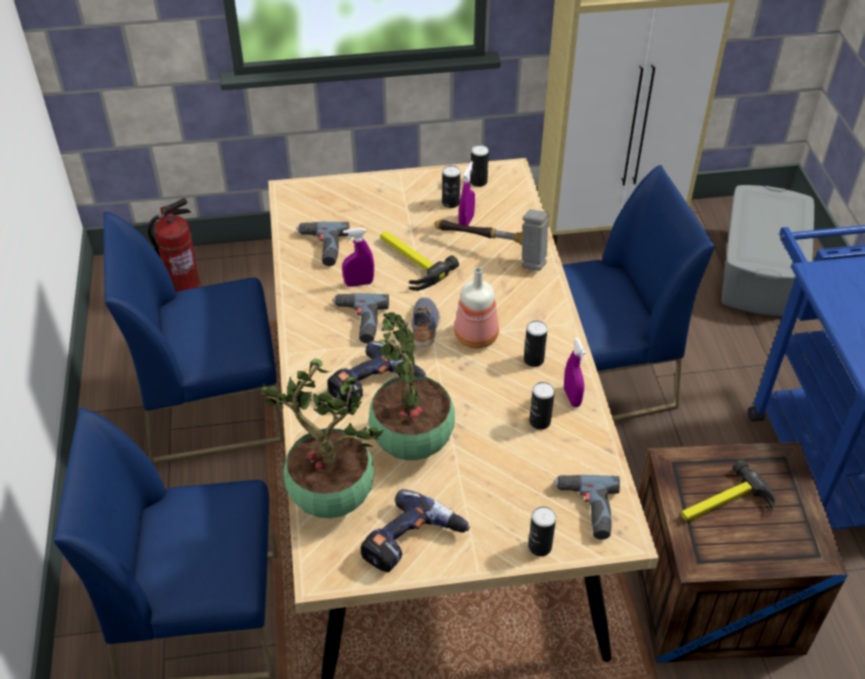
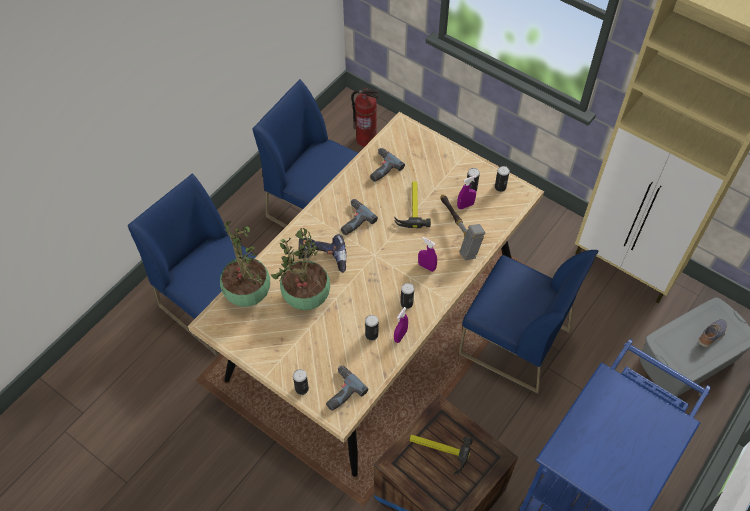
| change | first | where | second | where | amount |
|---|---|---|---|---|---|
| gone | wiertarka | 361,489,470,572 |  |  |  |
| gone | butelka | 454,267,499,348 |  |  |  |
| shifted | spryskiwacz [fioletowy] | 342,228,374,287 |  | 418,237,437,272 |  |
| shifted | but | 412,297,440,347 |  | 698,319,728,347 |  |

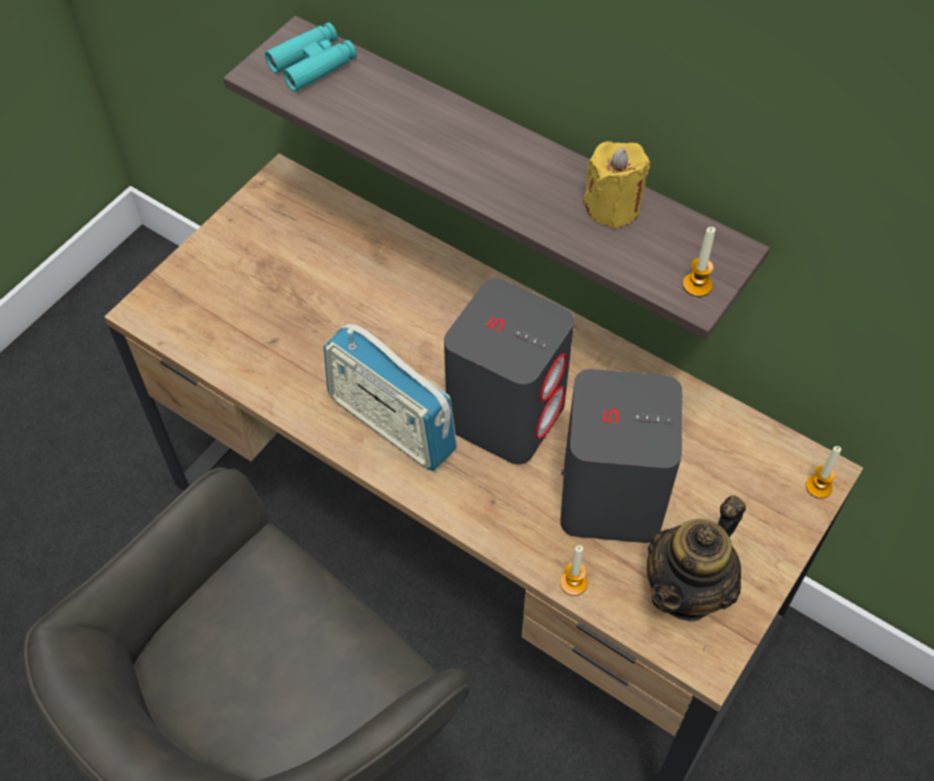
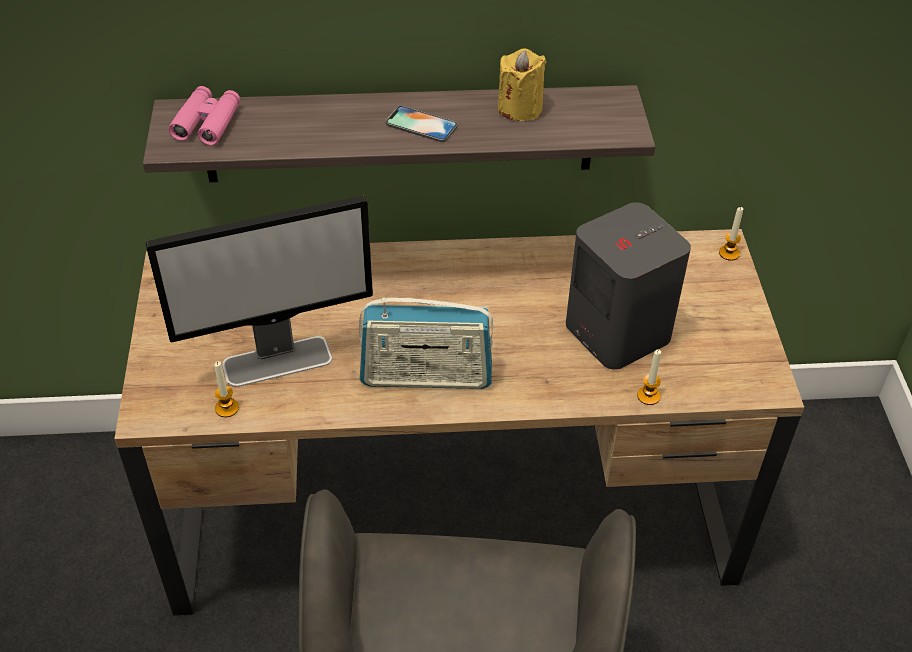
| change | first | where | second | where | amount |
|---|---|---|---|---|---|
| gone | głośnik [szary] | 444,278,574,465 |  |  |  |
| gone | imbryk | 647,495,746,622 |  |  |  |
| new |  |  | monitor | 145,196,373,387 |  |
| new |  |  | telefon | 386,106,458,142 |  |
| shifted | świeca | 683,227,716,297 |  | 214,361,239,417 |  |
| repainted | lornetka [turkusowy] | 265,22,357,91 | lornetka [różowy] | 169,86,240,146 |  |

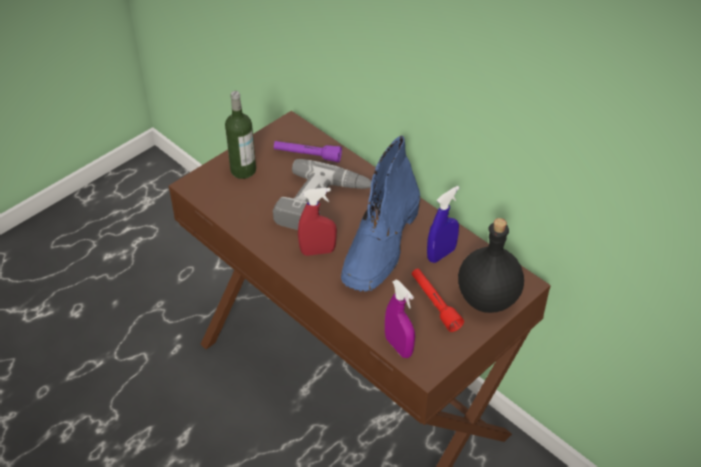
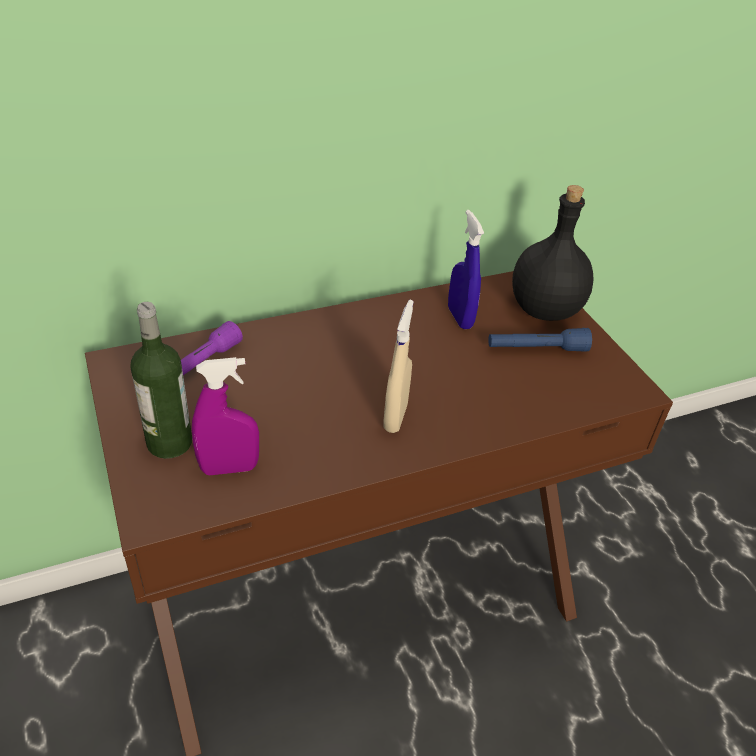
| change | first | where | second | where | amount |
|---|---|---|---|---|---|
| gone | wiertarka | 273,159,371,230 |  |  |  |
| gone | but z cholewką [niebieski] | 341,136,420,292 |  |  |  |
| shifted | spryskiwacz [fioletowy] | 385,279,415,358 |  | 192,357,259,475 |  |
| repainted | spryskiwacz [czerwony] | 298,187,337,256 | spryskiwacz [beżowy] | 383,300,414,433 |  |
| repainted | latarka [czerwony] | 412,269,464,332 | latarka [niebieski] | 488,328,592,352 |  |

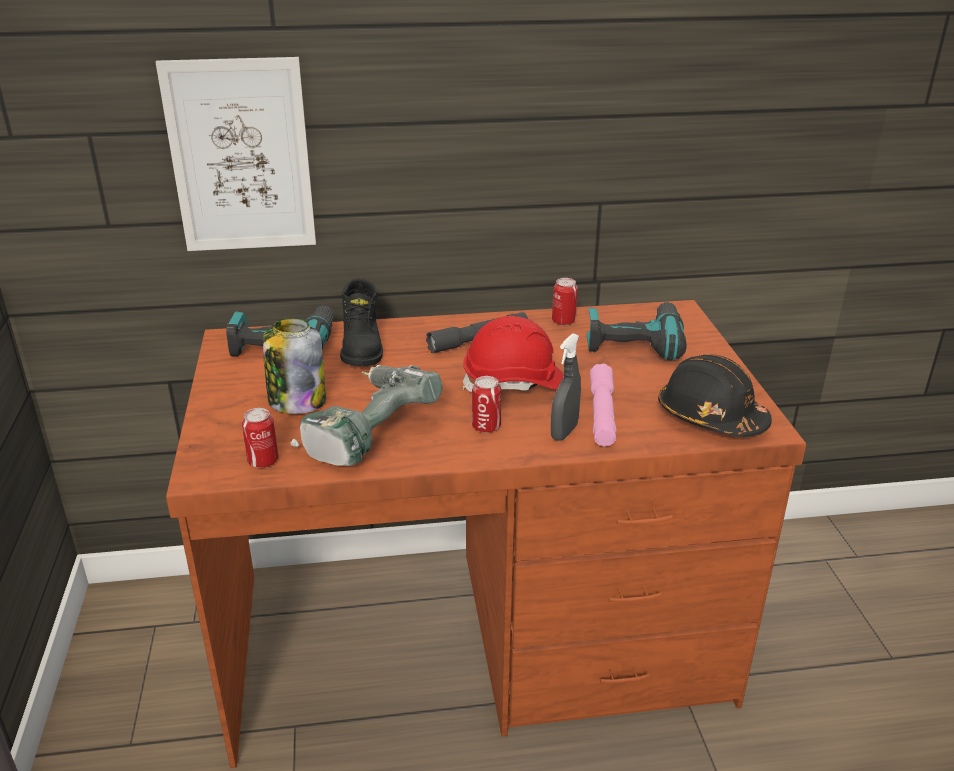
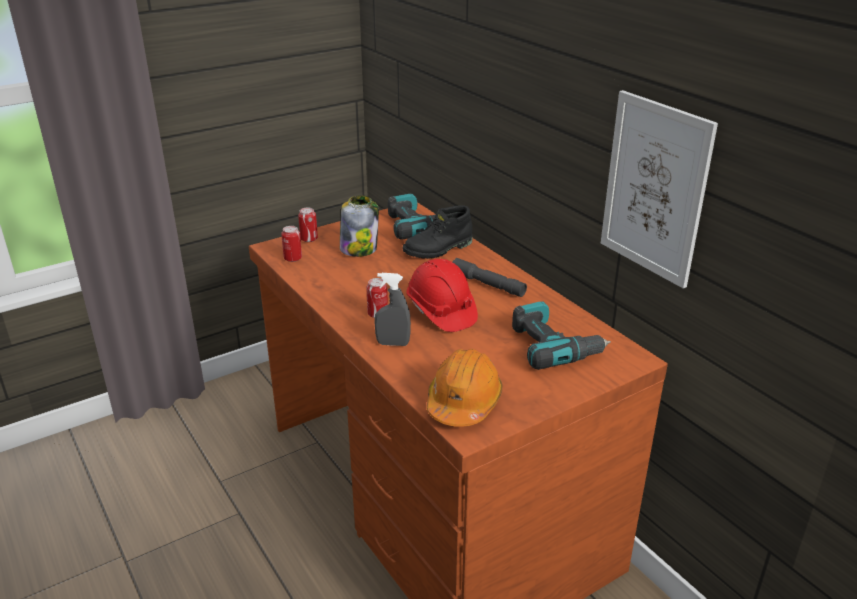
| change | first | where | second | where | amount |
|---|---|---|---|---|---|
| gone | wiertarka | 290,365,443,466 |  |  |  |
| gone | latarka [różowy] | 590,363,616,447 |  |  |  |
| shifted | obraz | 156,57,316,251 |  | 601,90,718,289 |  |
| shifted | puszka | 552,278,578,325 |  | 298,207,318,242 |  |
| repainted | kask [czarny] | 658,354,772,437 | kask [pomarańczowy] | 427,349,503,427 |  |

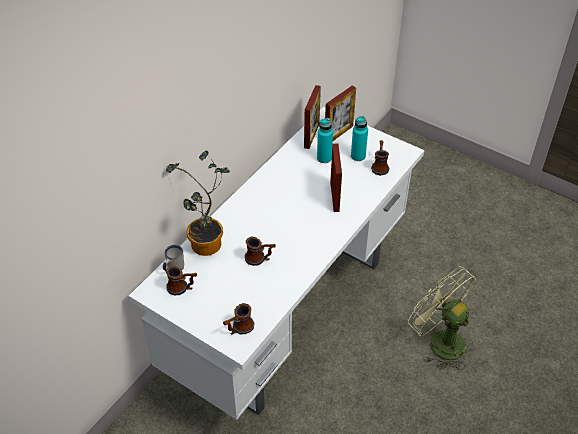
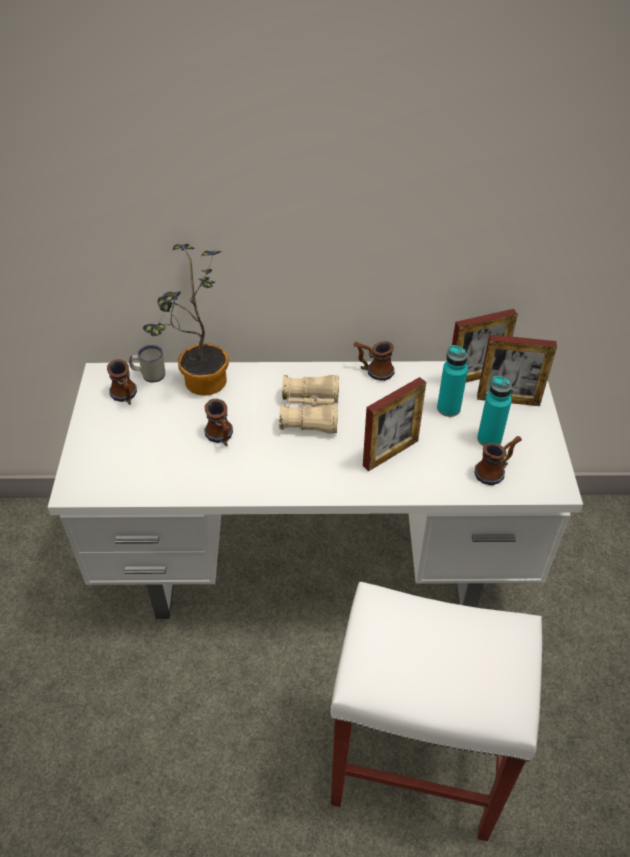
| change | first | where | second | where | amount |
|---|---|---|---|---|---|
| new |  |  | lornetka [beżowy] | 279,375,339,433 |  |
| shifted | kubek | 223,303,254,335 |  | 353,341,394,381 |  |
| swapped | wentylator [zielony] | 408,266,477,370 | stołek [biały] | 331,582,542,841 |  |

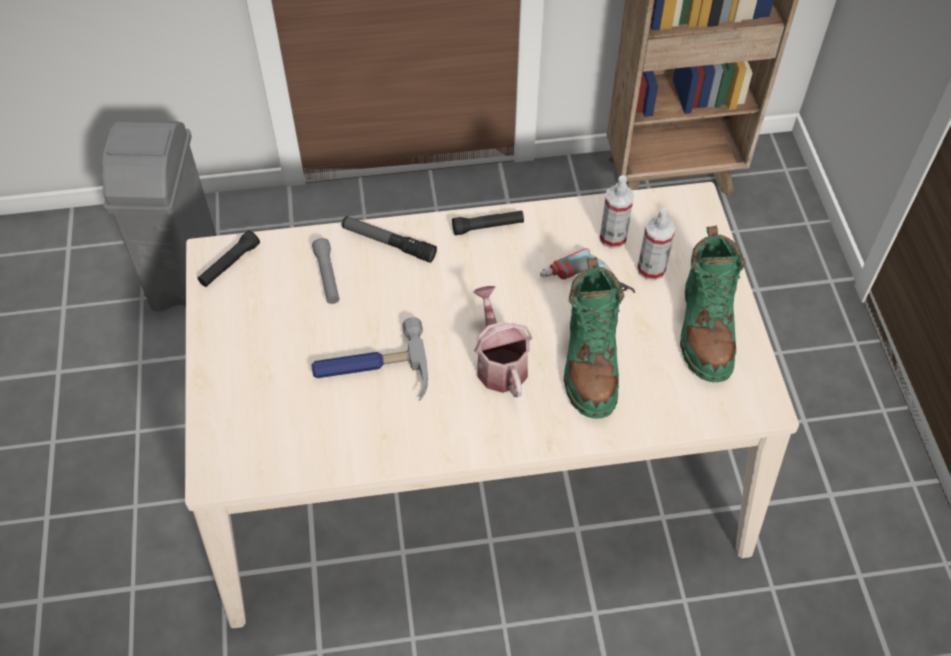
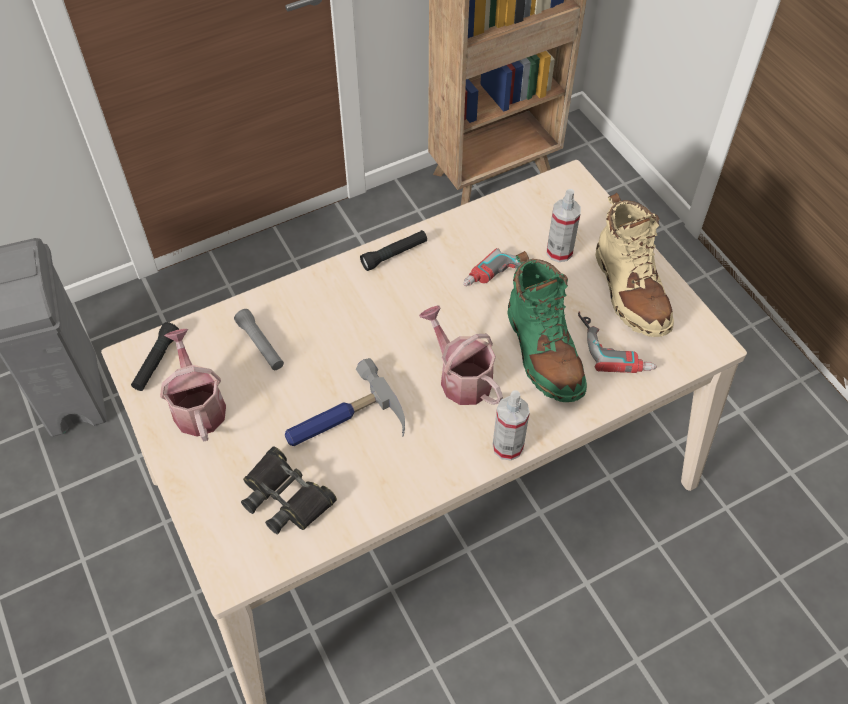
| change | first | where | second | where | amount |
|---|---|---|---|---|---|
| gone | latarka | 342,216,437,263 |  |  |  |
| new |  |  | konewka | 160,329,226,442 |  |
| new |  |  | lornetka [czarny] | 241,446,337,535 |  |
| new |  |  | wiertarka | 578,312,657,373 |  |
| shifted | spryskiwacz | 600,175,634,249 |  | 493,390,530,461 |  |
| repainted | but z cholewką [zielony] | 680,225,746,382 | but z cholewką [beżowy] | 595,193,674,337 |  |

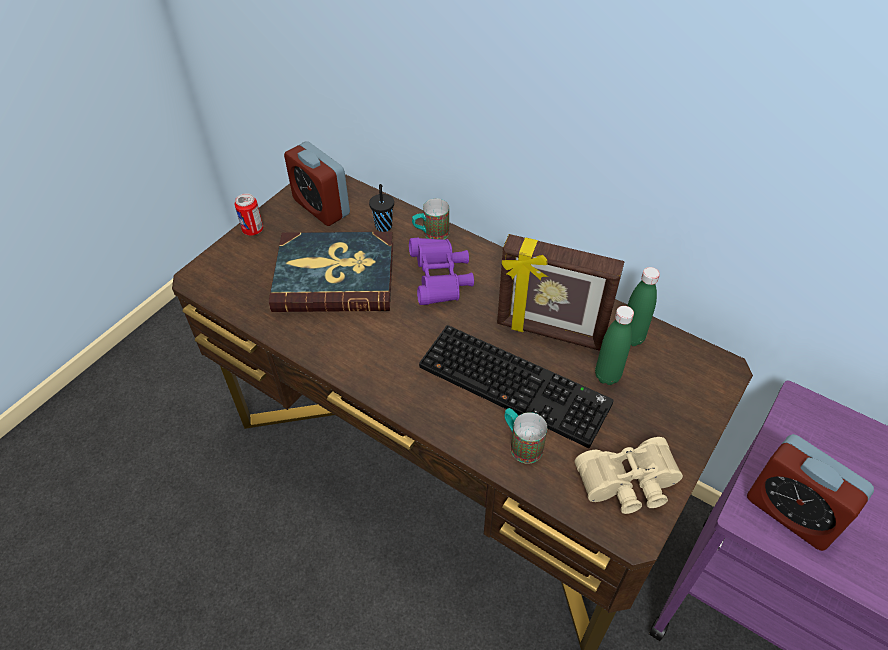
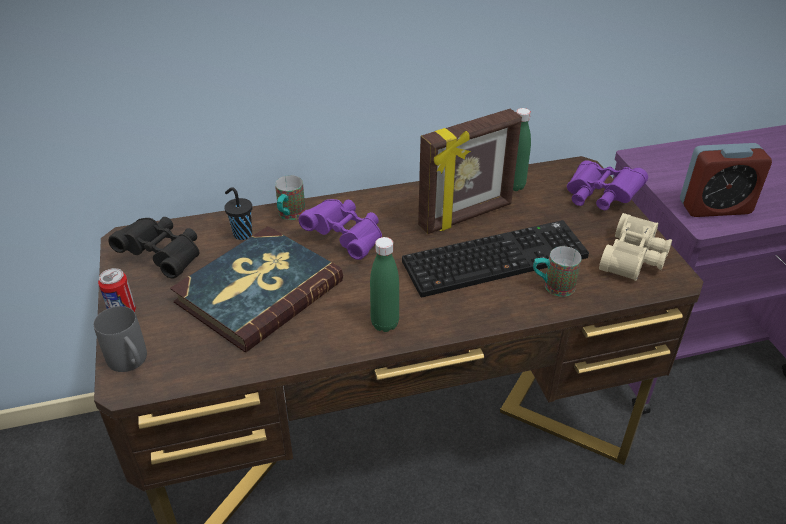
| change | first | where | second | where | amount |
|---|---|---|---|---|---|
| new |  |  | kubek [szary] | 94,306,147,372 |  |
| new |  |  | lornetka [fioletowy] | 567,160,648,210 |  |
| shifted | butelka [zielony] | 595,306,634,385 |  | 370,237,399,332 |  |
| swapped | budzik | 284,141,350,226 | lornetka [czarny] | 108,217,200,278 |  |

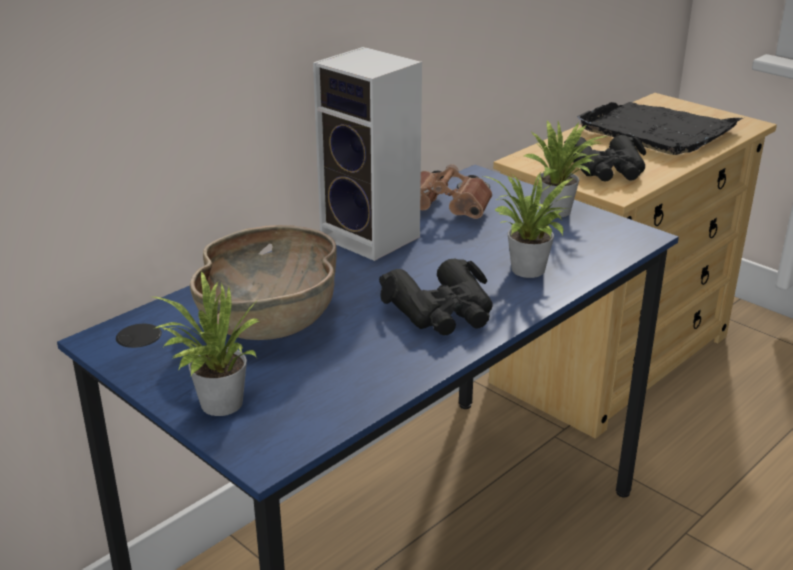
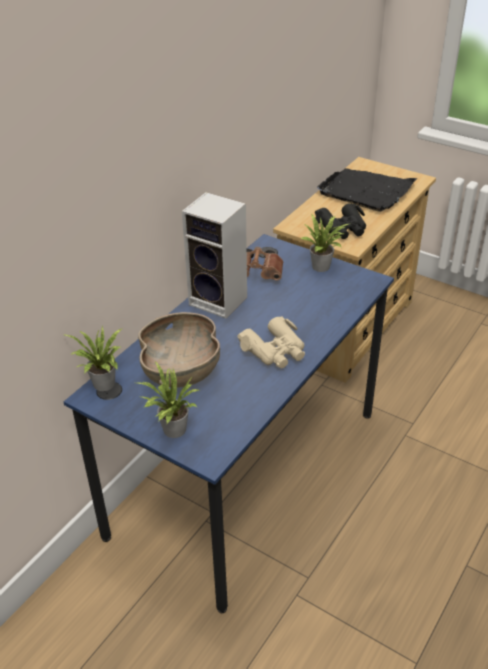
| change | first | where | second | where | amount |
|---|---|---|---|---|---|
| shifted | roślina doniczkowa | 483,171,573,278 |  | 65,326,123,391 |  |
| repainted | lornetka [czarny] | 379,259,493,336 | lornetka [beżowy] | 237,316,305,368 |  |

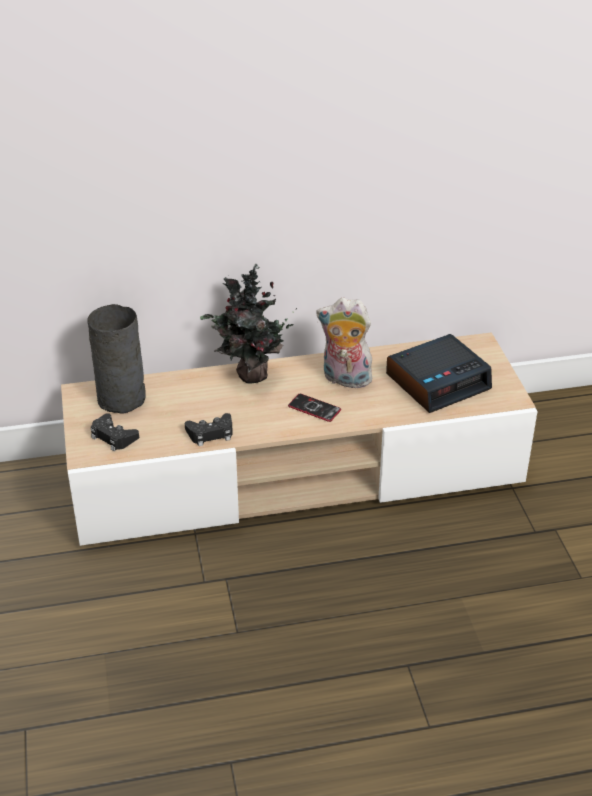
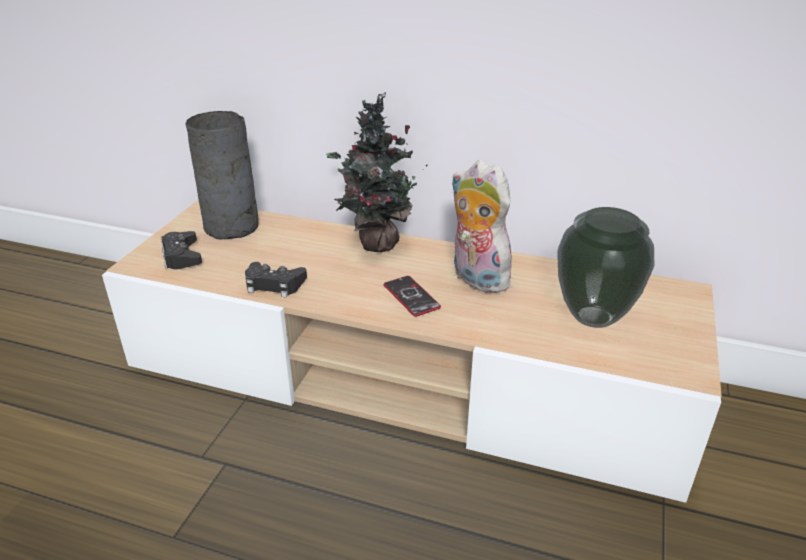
| change | first | where | second | where | amount |
|---|---|---|---|---|---|
| swapped | budzik | 386,334,492,413 | wazon | 557,207,654,328 |  |

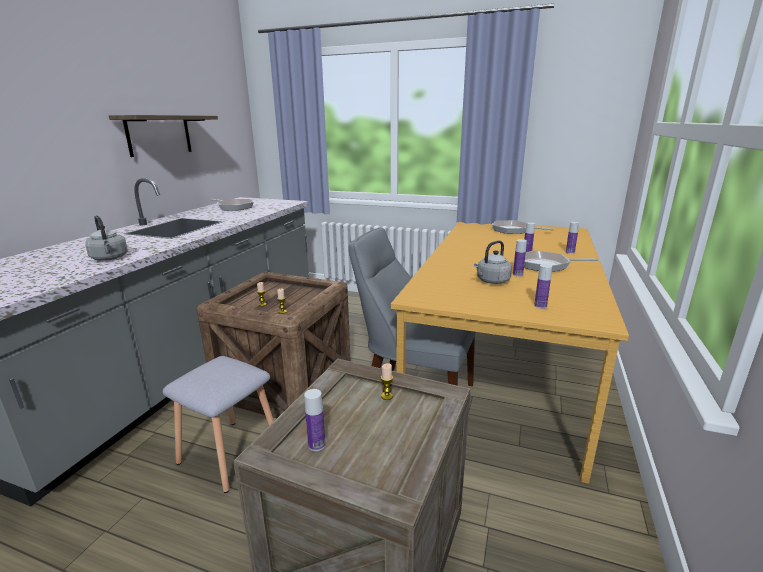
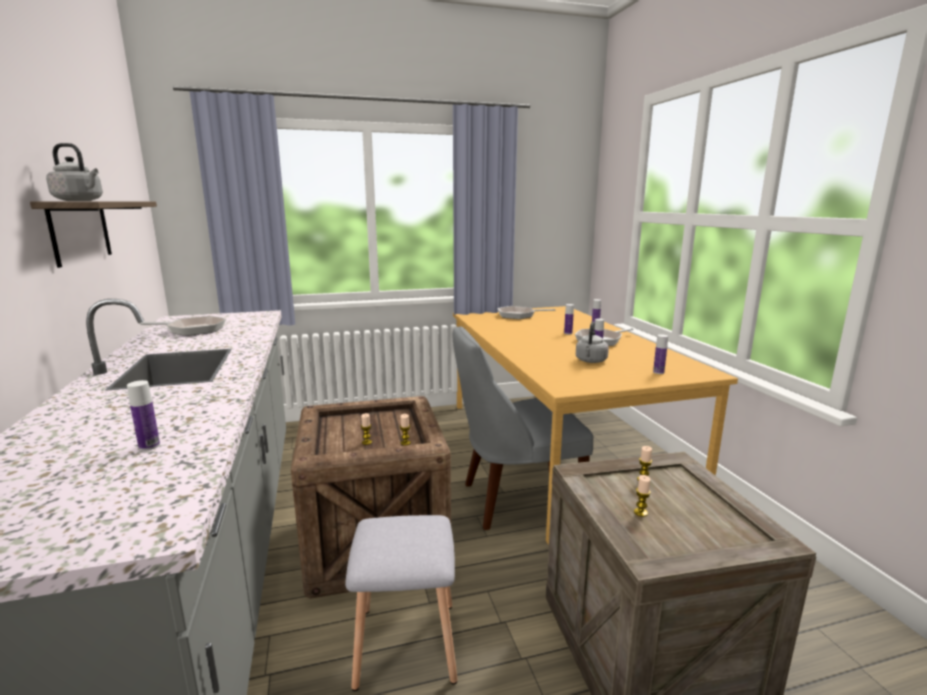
| change | first | where | second | where | amount |
|---|---|---|---|---|---|
| new |  |  | świeca | 634,475,651,517 |  |
| shifted | czajnik [szary] | 85,216,128,261 |  | 46,143,103,201 |  |
| shifted | butelka | 304,389,325,451 |  | 127,380,160,451 |  |

